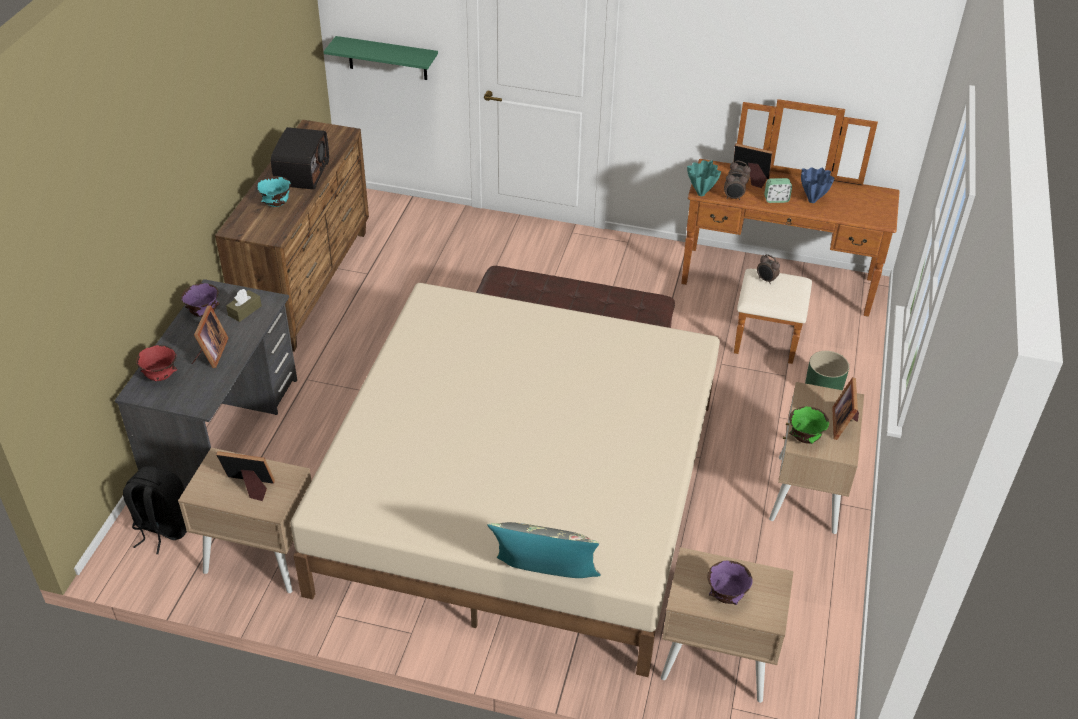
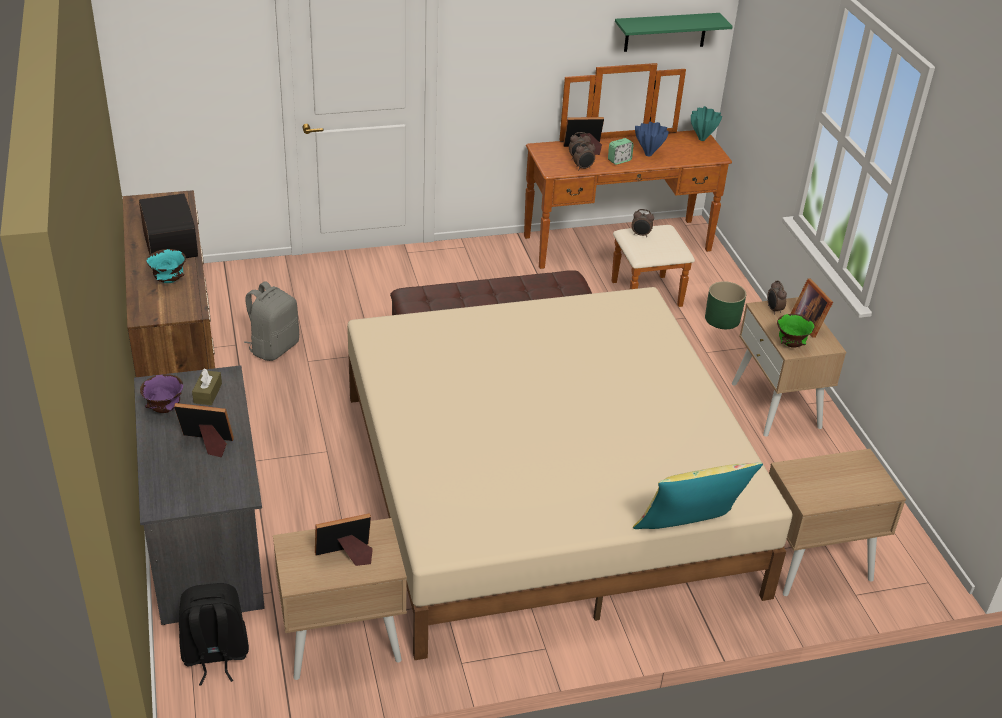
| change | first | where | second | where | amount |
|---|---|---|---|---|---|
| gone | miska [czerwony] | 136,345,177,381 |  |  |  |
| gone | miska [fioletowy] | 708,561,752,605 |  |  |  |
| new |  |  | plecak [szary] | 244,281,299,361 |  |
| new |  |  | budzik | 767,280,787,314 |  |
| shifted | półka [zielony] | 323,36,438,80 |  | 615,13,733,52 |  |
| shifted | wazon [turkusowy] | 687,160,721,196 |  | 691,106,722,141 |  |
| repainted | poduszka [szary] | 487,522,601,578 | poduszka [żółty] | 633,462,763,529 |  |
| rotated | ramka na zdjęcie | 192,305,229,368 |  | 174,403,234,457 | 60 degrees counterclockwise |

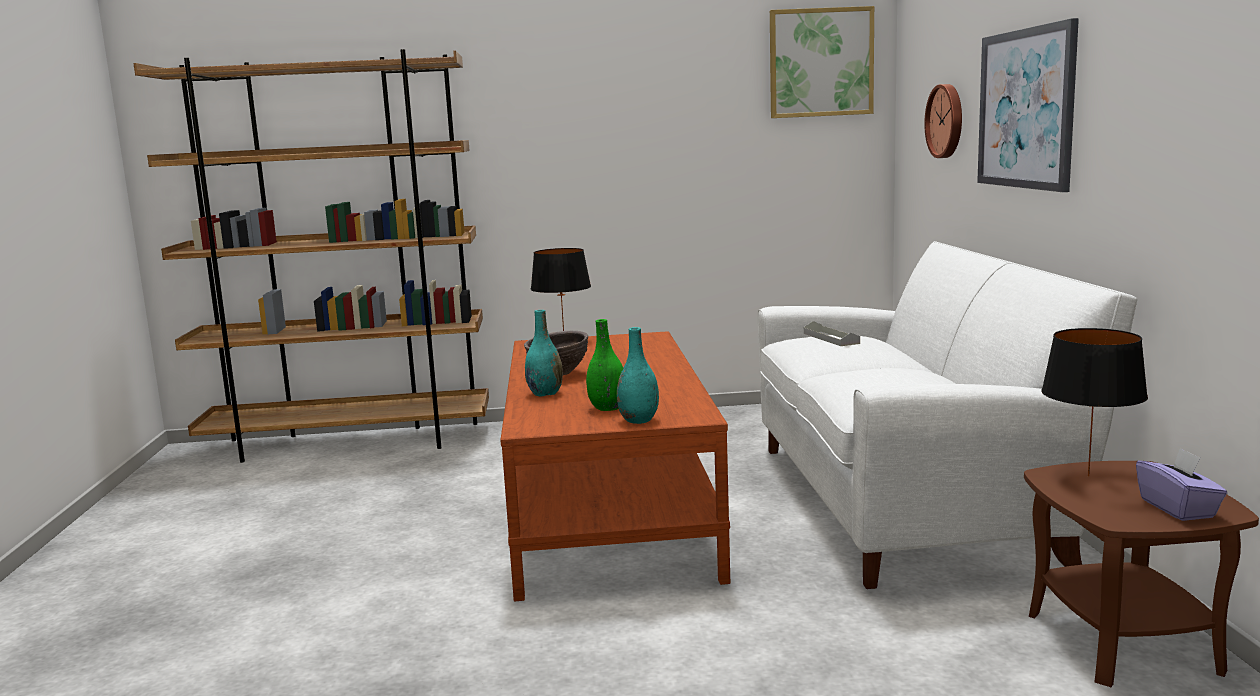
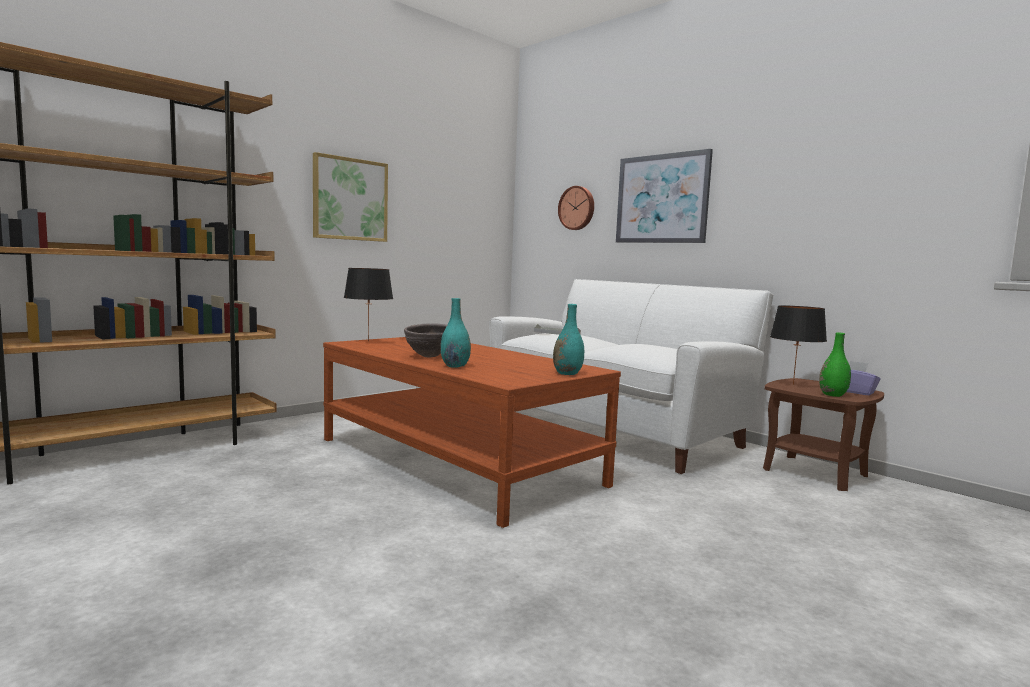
| change | first | where | second | where | amount |
|---|---|---|---|---|---|
| shifted | wazon [zielony] | 586,319,623,411 |  | 819,332,851,397 |  |
| shifted | obraz | 770,6,874,118 |  | 313,152,388,242 |  |

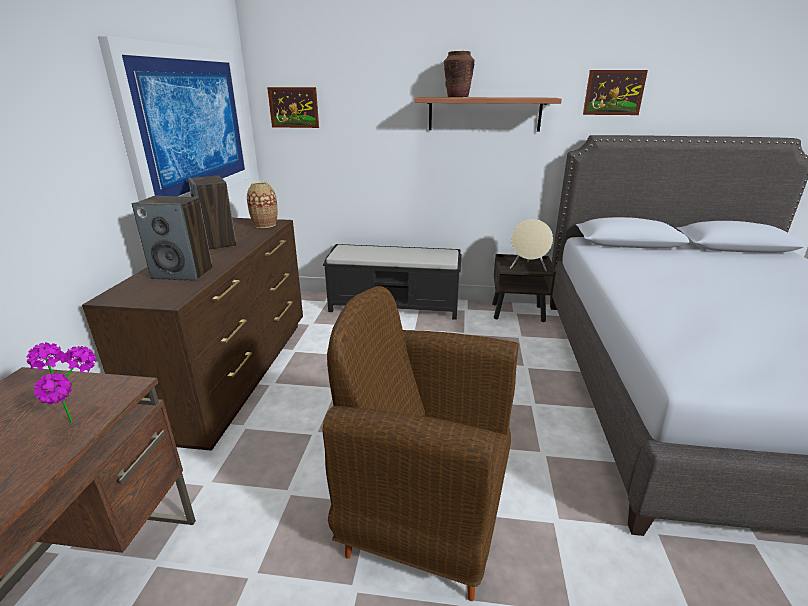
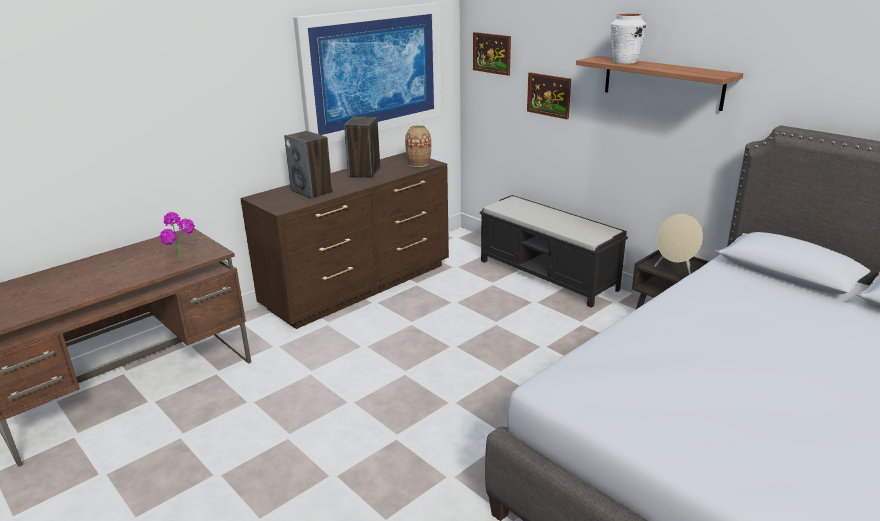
| change | first | where | second | where | amount |
|---|---|---|---|---|---|
| gone | fotel [brązowy] | 322,286,519,601 |  |  |  |
| shifted | obraz | 583,70,648,115 |  | 527,72,571,120 |  |
| repainted | wazon [brązowy] | 444,51,475,97 | wazon [biały] | 611,14,646,64 |  |

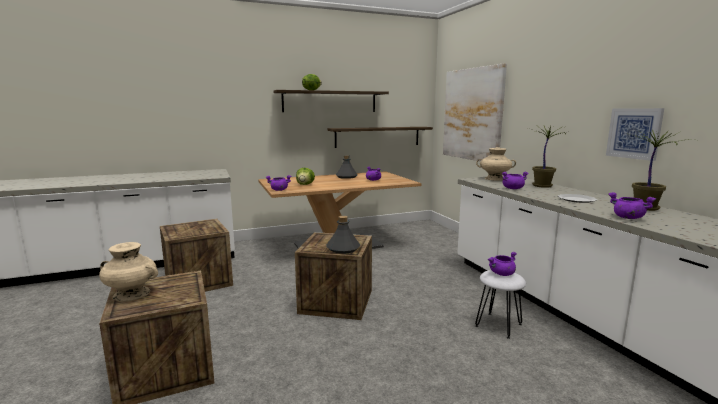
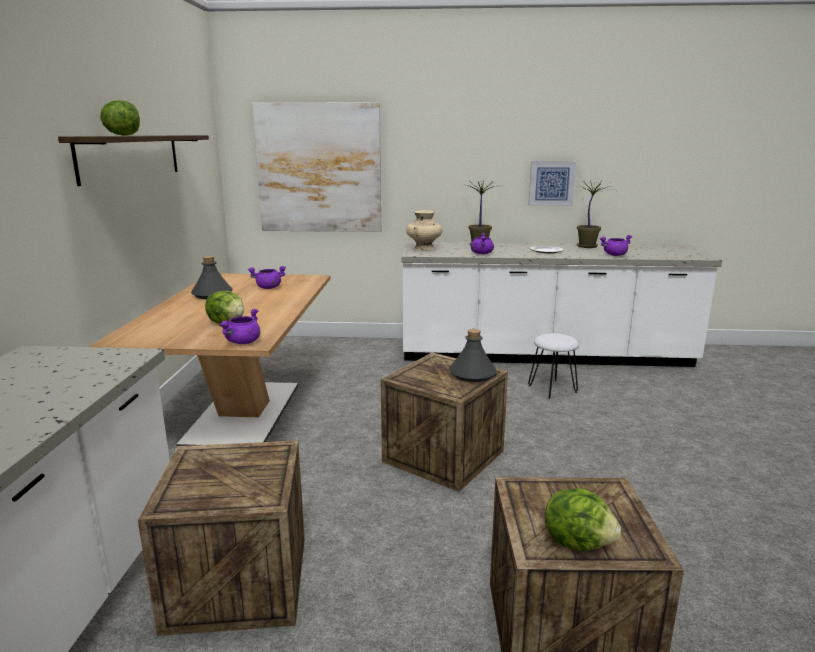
| change | first | where | second | where | amount |
|---|---|---|---|---|---|
| gone | półka | 328,127,433,148 |  |  |  |
| gone | garnek [fioletowy] | 488,252,517,276 |  |  |  |
| swapped | wazon [beżowy] | 99,242,158,302 | sałata | 545,488,621,551 |  |

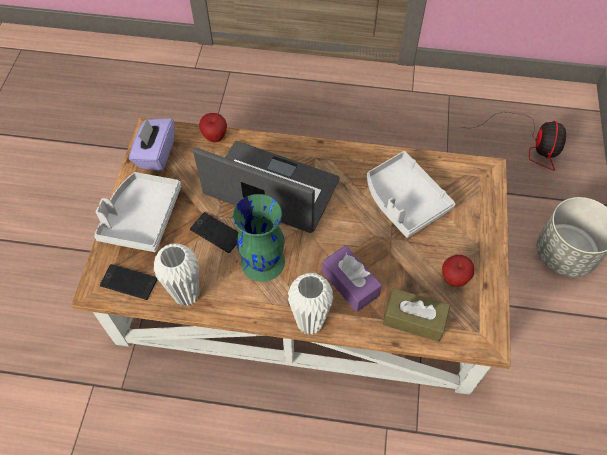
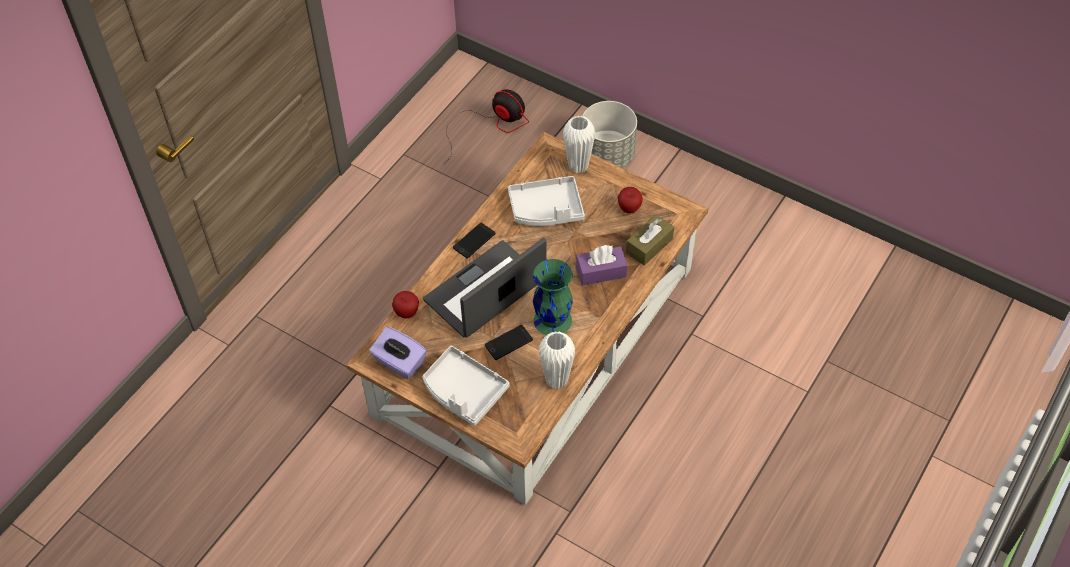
| change | first | where | second | where | amount |
|---|---|---|---|---|---|
| shifted | telefon | 100,264,157,300 |  | 453,223,496,259 |  |
| shifted | wazon [biały] | 288,273,333,335 |  | 563,116,595,173 |  |

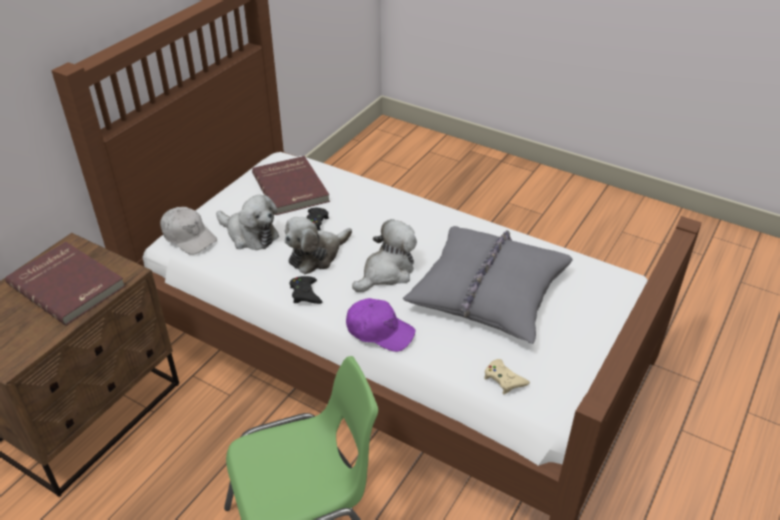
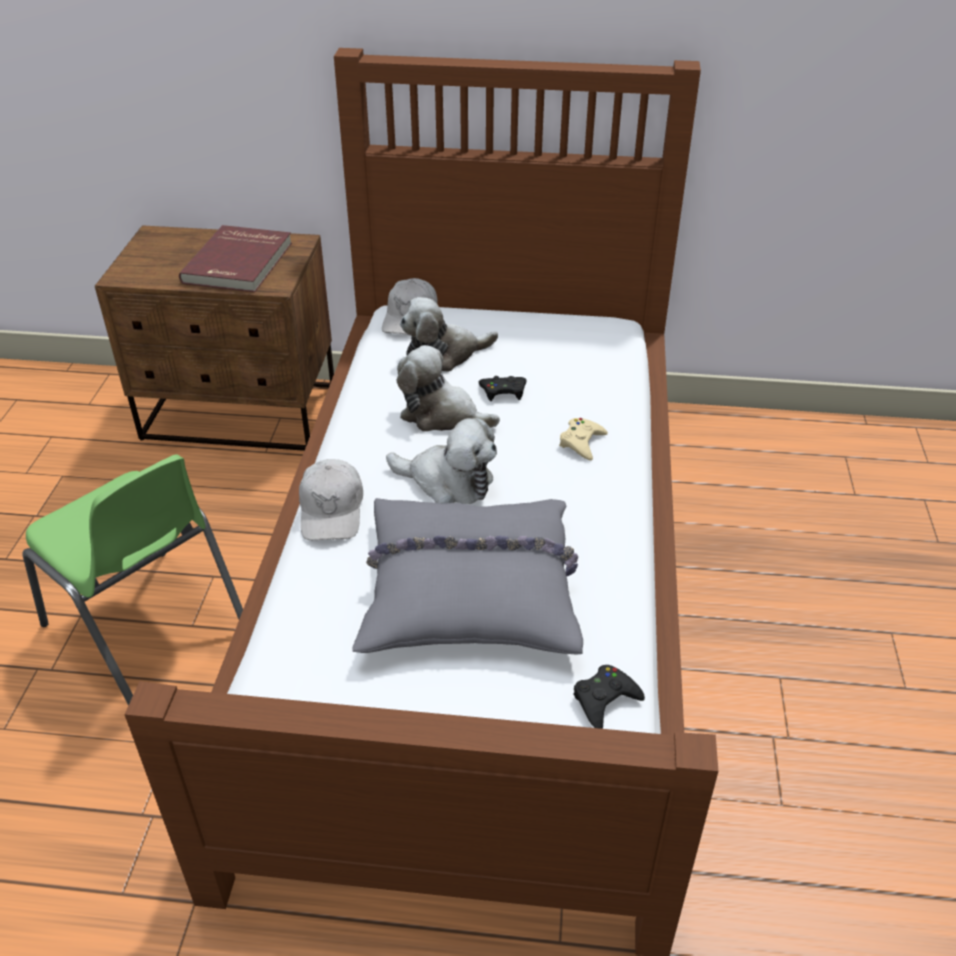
| change | first | where | second | where | amount |
|---|---|---|---|---|---|
| gone | książka [czerwony] | 252,156,330,215 |  |  |  |
| shifted | pad do gier [czarny] | 290,276,322,304 |  | 574,665,645,729 |  |
| shifted | pad do gier [beżowy] | 484,359,530,394 |  | 559,418,608,460 |  |
| repainted | czapka z daszkiem [fioletowy] | 346,298,415,352 | czapka z daszkiem [biały] | 299,459,363,540 |  |
| rotated | pluszak | 216,195,279,250 |  | 400,297,498,372 | 60 degrees clockwise |

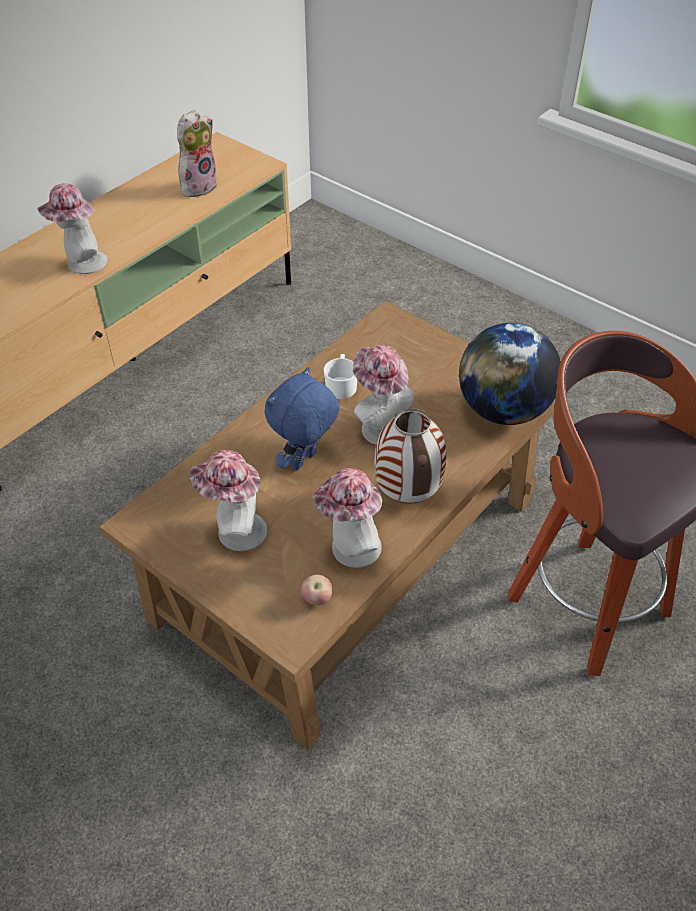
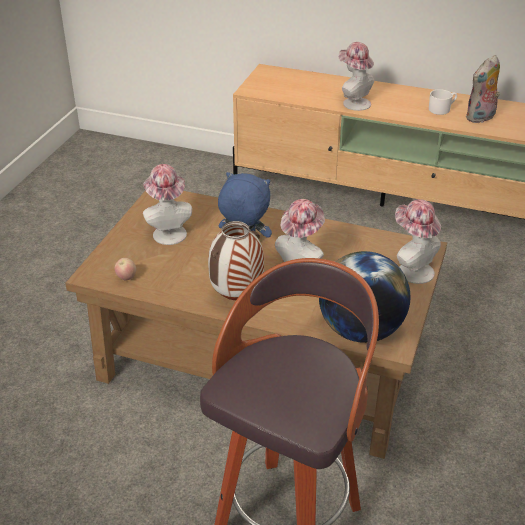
| change | first | where | second | where | amount |
|---|---|---|---|---|---|
| shifted | kapelusz | 313,468,382,568 |  | 395,199,441,284 |  |
| shifted | kubek [biały] | 324,354,357,399 |  | 429,89,457,115 |  |
| rotated | pluszak | 177,110,217,197 |  | 465,55,500,124 | 120 degrees clockwise |

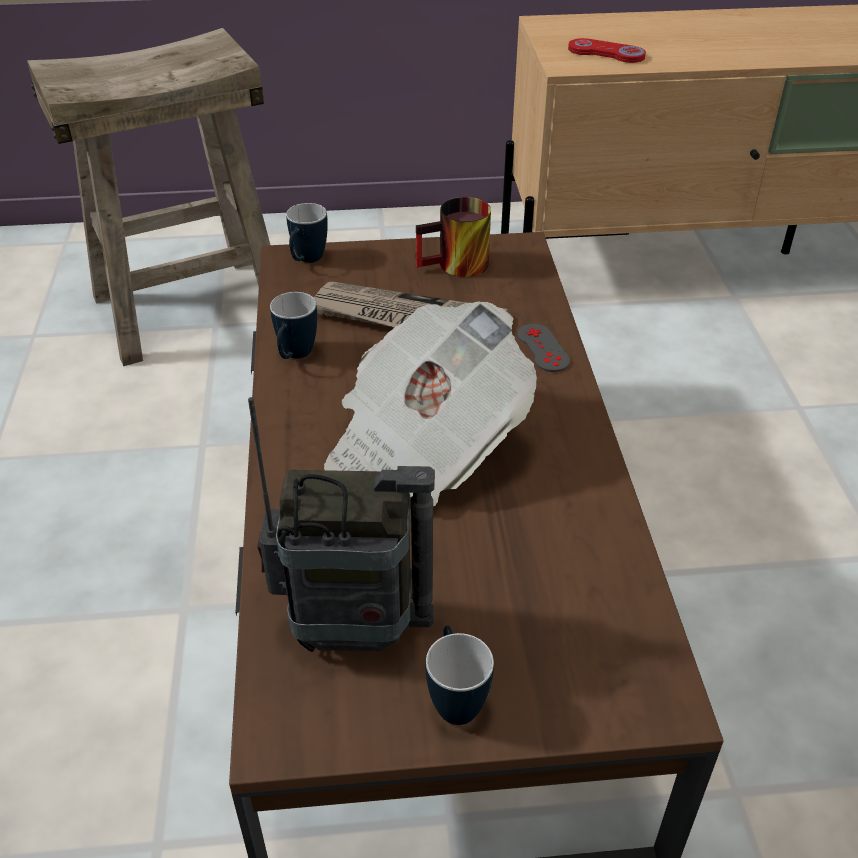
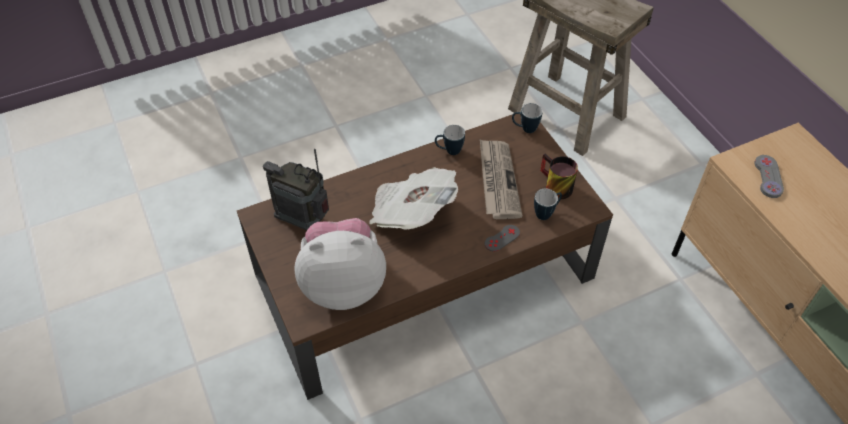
| change | first | where | second | where | amount |
|---|---|---|---|---|---|
| new |  |  | pluszak | 294,218,386,310 |  |
| shifted | kubek | 426,626,494,725 |  | 534,188,562,220 |  |
| repainted | pad do gier [czerwony] | 568,38,646,63 | pad do gier [szary] | 754,155,784,198 |  |
| rotated | radio | 248,397,435,652 |  | 263,149,329,230 | 135 degrees clockwise |

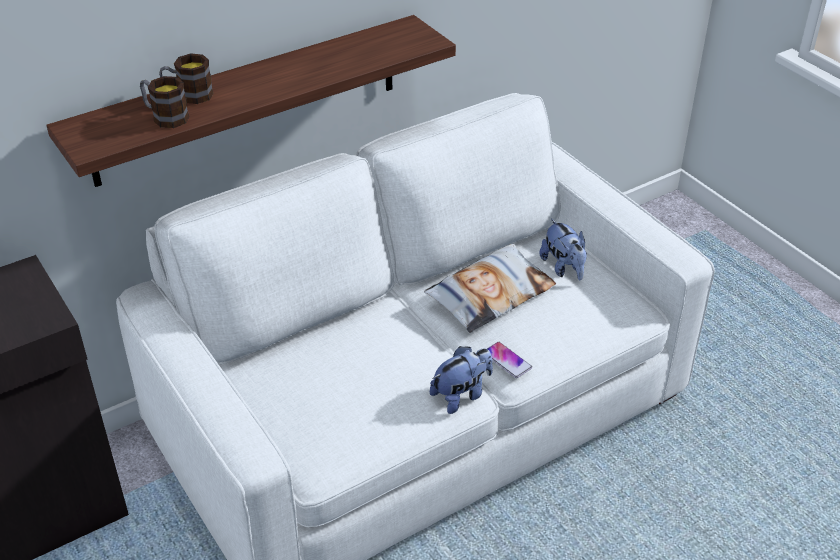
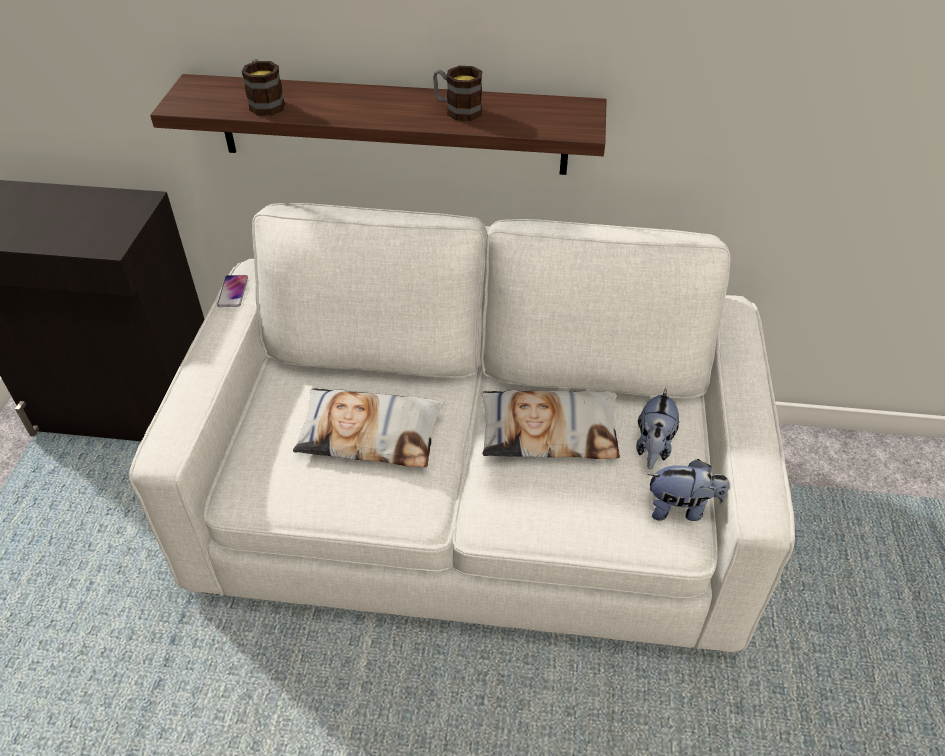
| change | first | where | second | where | amount |
|---|---|---|---|---|---|
| new |  |  | poduszka | 293,388,444,467 |  |
| shifted | kubek | 159,53,214,104 |  | 433,66,482,121 |  |
| shifted | pluszak | 430,346,493,414 |  | 648,459,729,521 |  |
| shifted | telefon | 487,342,532,378 |  | 217,275,248,307 |  |

